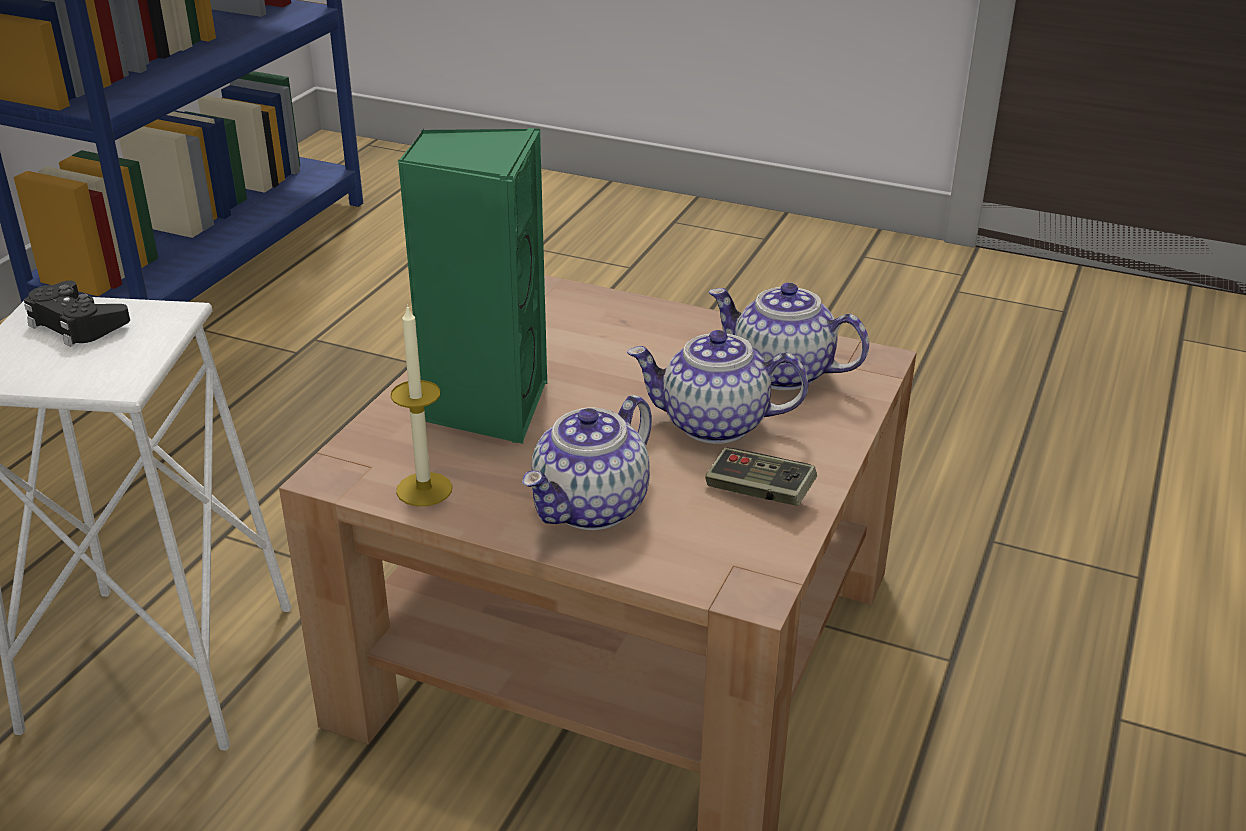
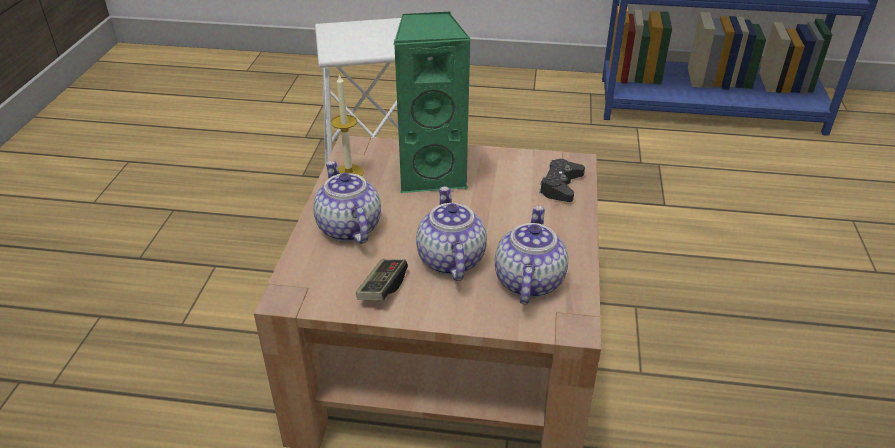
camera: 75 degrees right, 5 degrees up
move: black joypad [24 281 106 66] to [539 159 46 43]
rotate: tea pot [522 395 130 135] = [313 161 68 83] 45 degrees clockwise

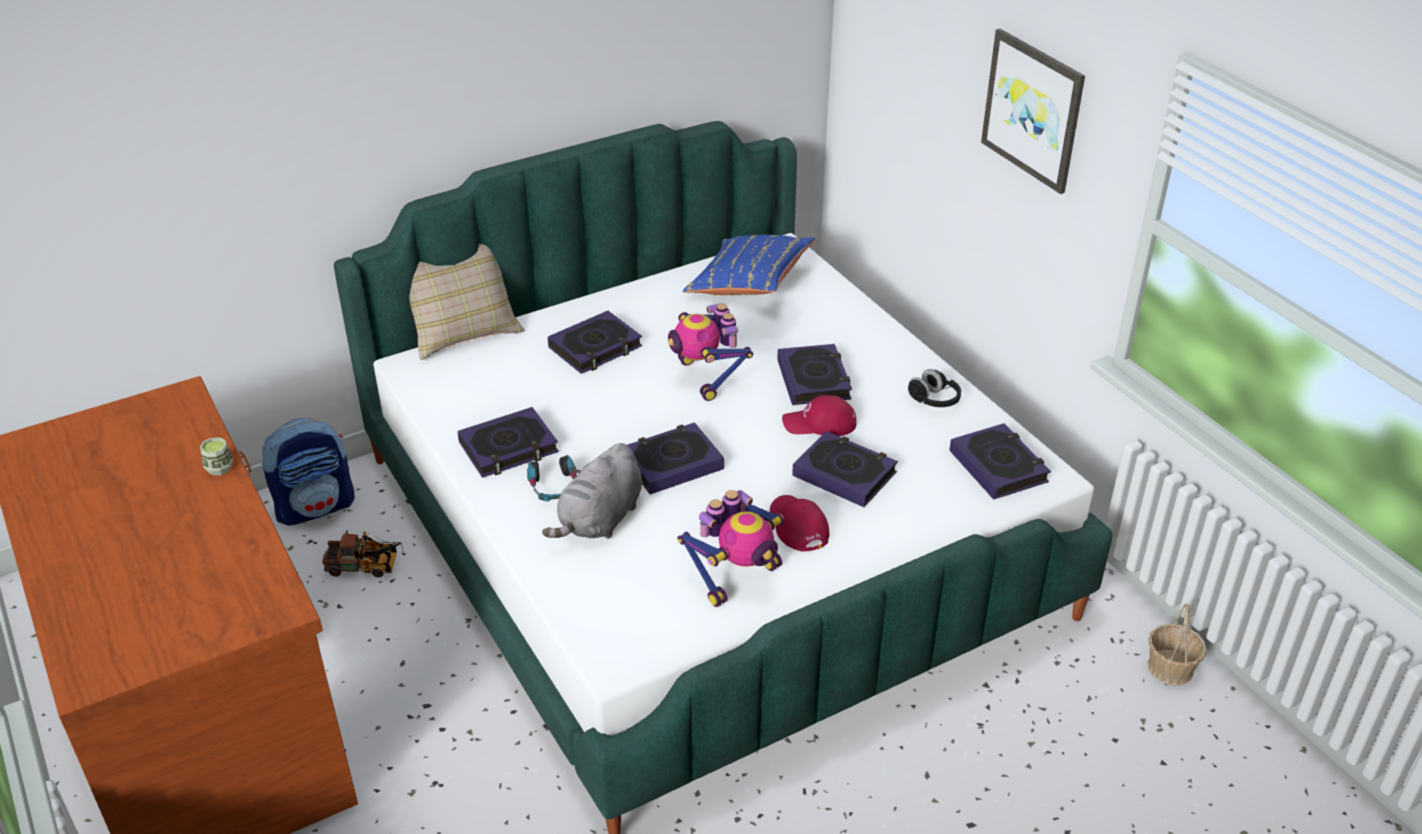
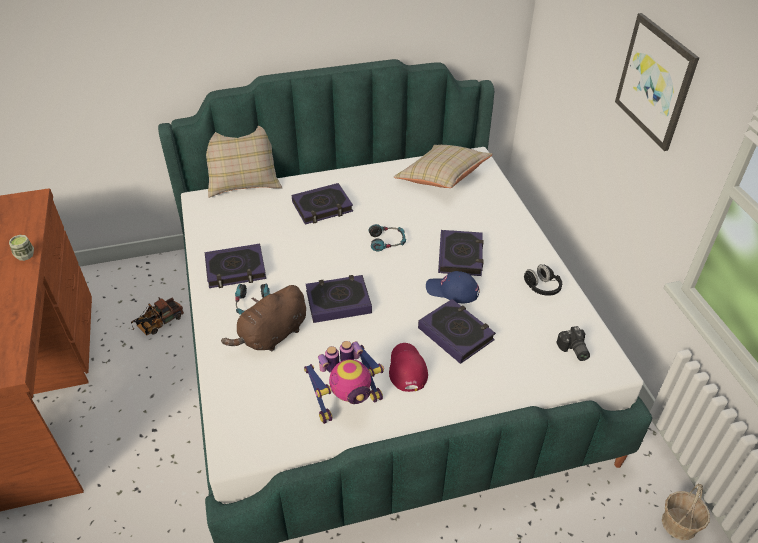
camera: 15 degrees right, 5 degrees up
delete: knapsack [262 418 93 108]
replace: model robot [668 303 85 98] to pair of headphones [369 224 37 27]; bound book [949 423 102 77] to still camera [557 326 33 35]
recolor: bluish throw pillow [683 235 132 60] to sand-coloured throw pillow [394 145 99 43]; red cap [782 395 75 41] to bluish cap [426 271 54 32]; greyish cuddly toy [542 443 100 96] to brown cuddly toy [221 285 85 66]
rotate: toy truck [322 530 84 48] = [131 297 53 39] 120 degrees clockwise

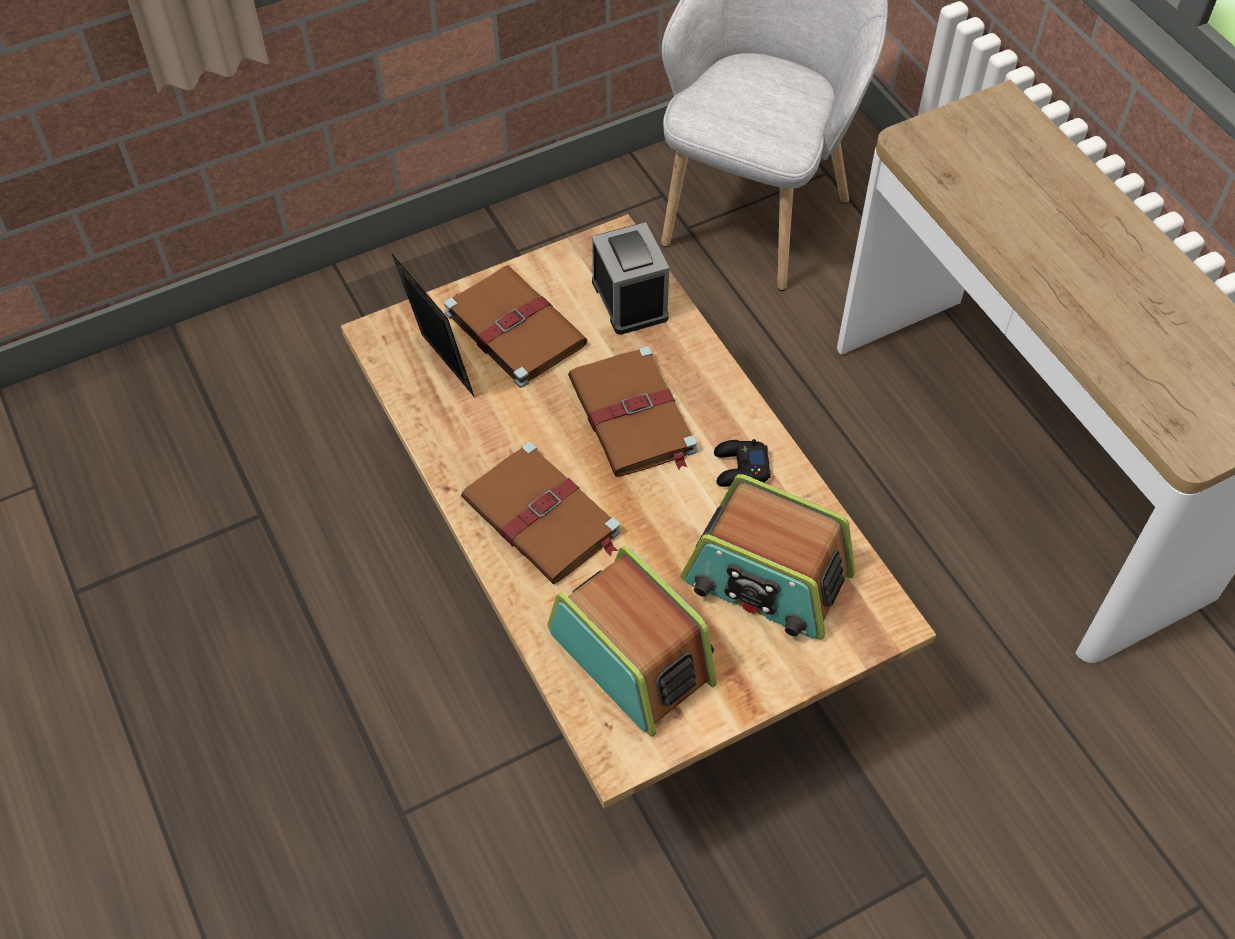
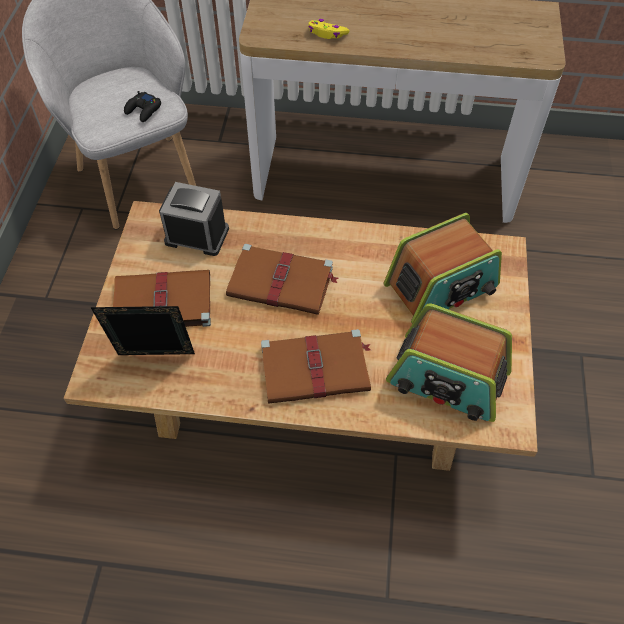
camera: 55 degrees left, 0 degrees up
insert: yellow joypad [308 19 42 20]
move: black joypad [714 439 56 48] to [124 91 37 31]
rotate: radio [547 545 170 192] = [386 303 126 119] 150 degrees counterclockwise

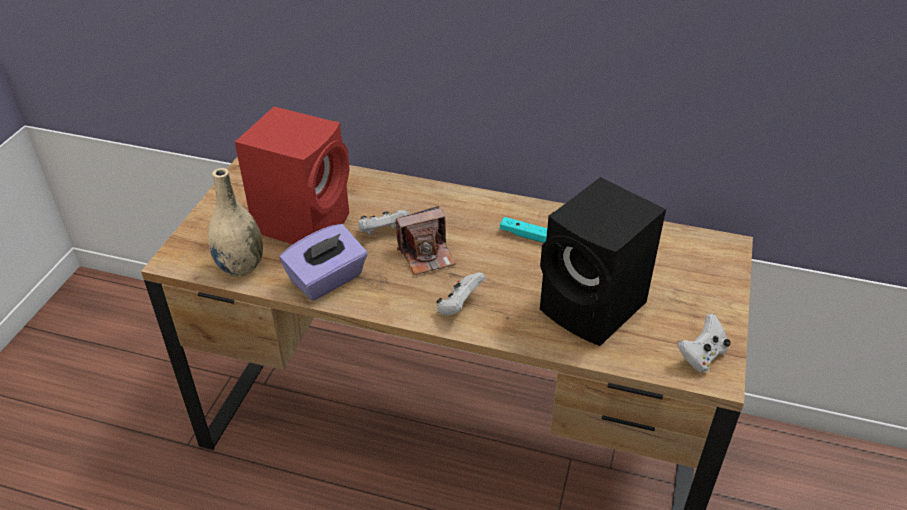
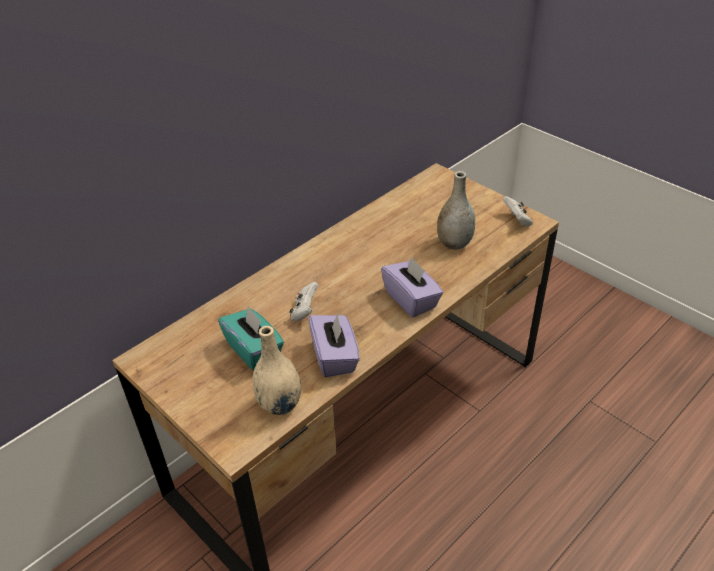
camera: 60 degrees left, 0 degrees up
delete: still camera [396 206 60 69]; turquoise-coloured joypad [500 217 47 26]
replace: red loudspeaker [235 106 115 138] to turquoise-coloured tissue holder [218 306 66 65]; black loudspeaker [540 177 126 169] to greyish flower vase [437 171 38 79]; whitish joypad [436 272 50 44] to purple tissue holder [381 256 62 62]

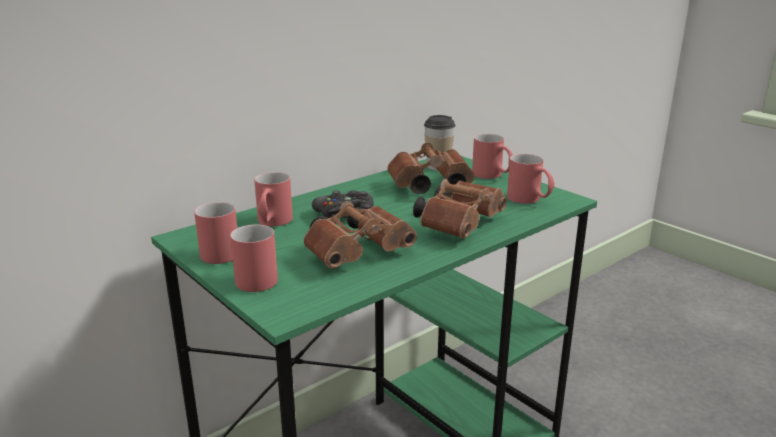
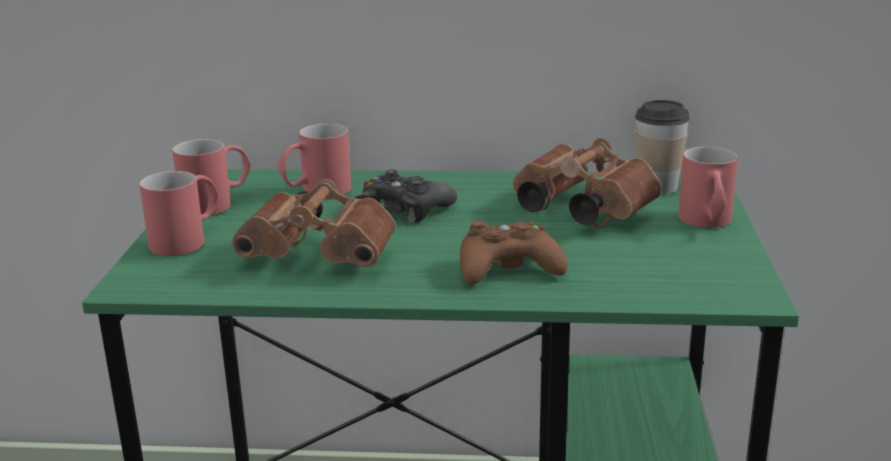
camera: 45 degrees right, 0 degrees up
delete: red mug [507 154 48 50]
replace: brown binoculars [413 179 94 60] to brown joypad [460 221 107 63]

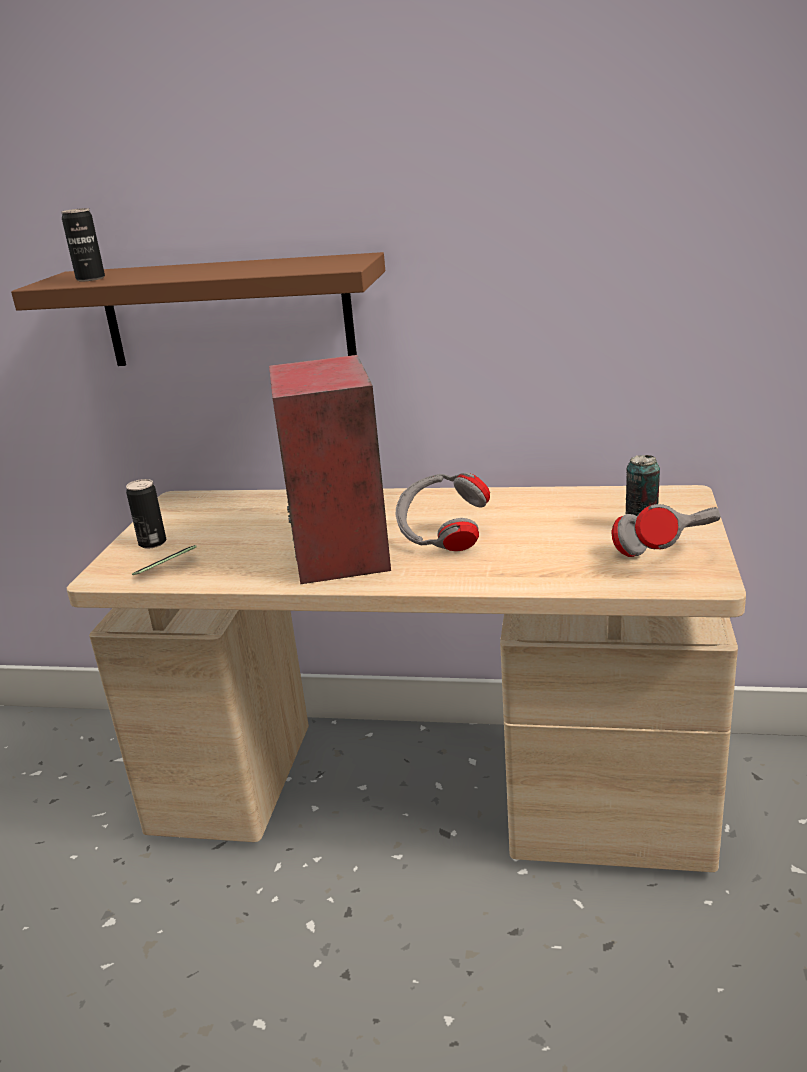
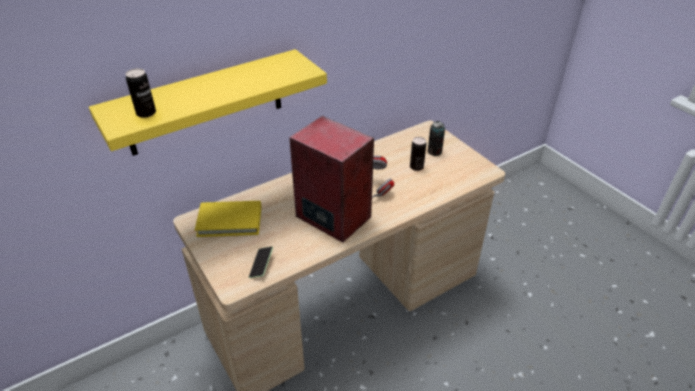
camera: 45 degrees left, 15 degrees up
delete: greyish pair of headphones [611 504 110 53]
insert: yellow bound book [195 201 66 36]
move: metal can [126 479 40 69] to [410 137 16 34]
recolor: brown bracket shelf [11 252 374 114] to yellow bracket shelf [89 49 238 107]

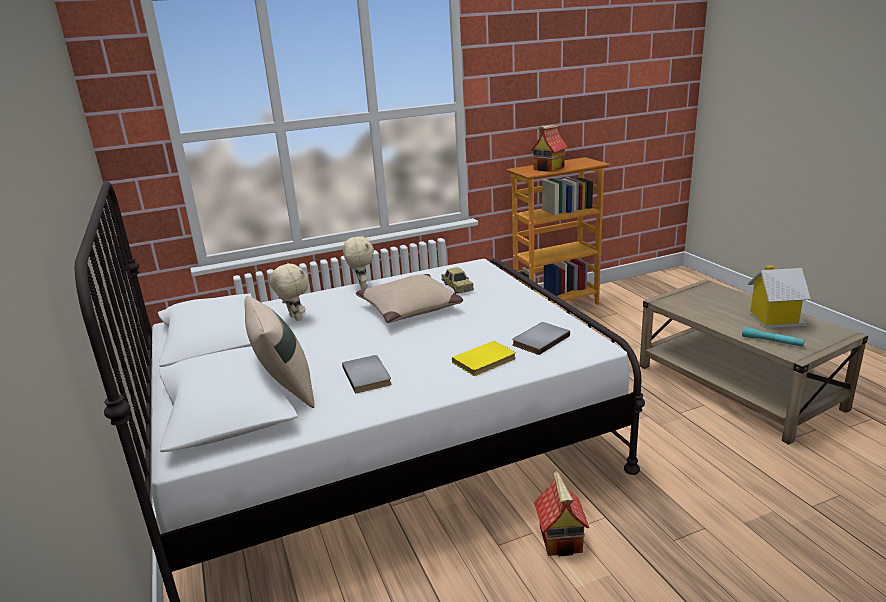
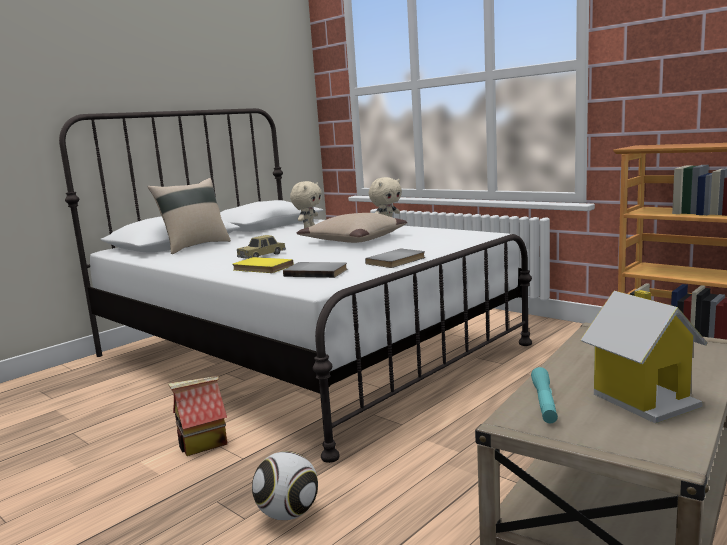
camera: 65 degrees right, 10 degrees down
delete: miniature house [530 125 38 47]
insert: football [252 451 66 69]
move: toy car [441 267 33 27] to [237 235 49 24]; greyish bound book [342 355 49 39] to [365 249 60 19]

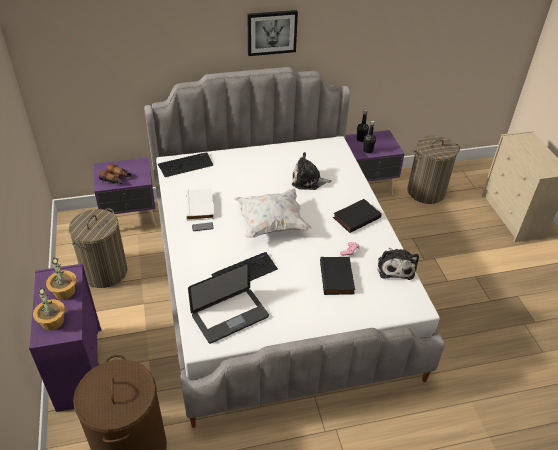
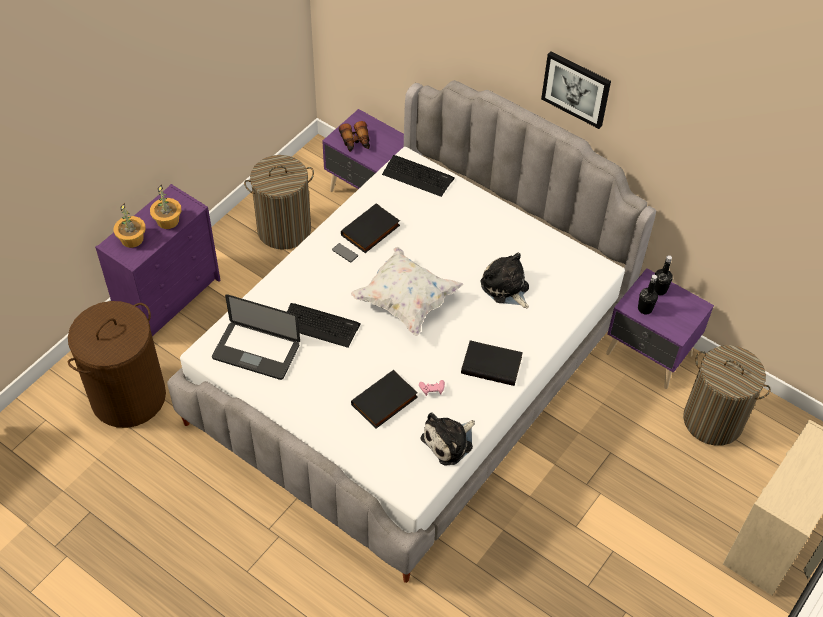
camera: 50 degrees right, 10 degrees up
recolor: whitish bound book [186 188 28 33] to black bound book [341 203 59 50]

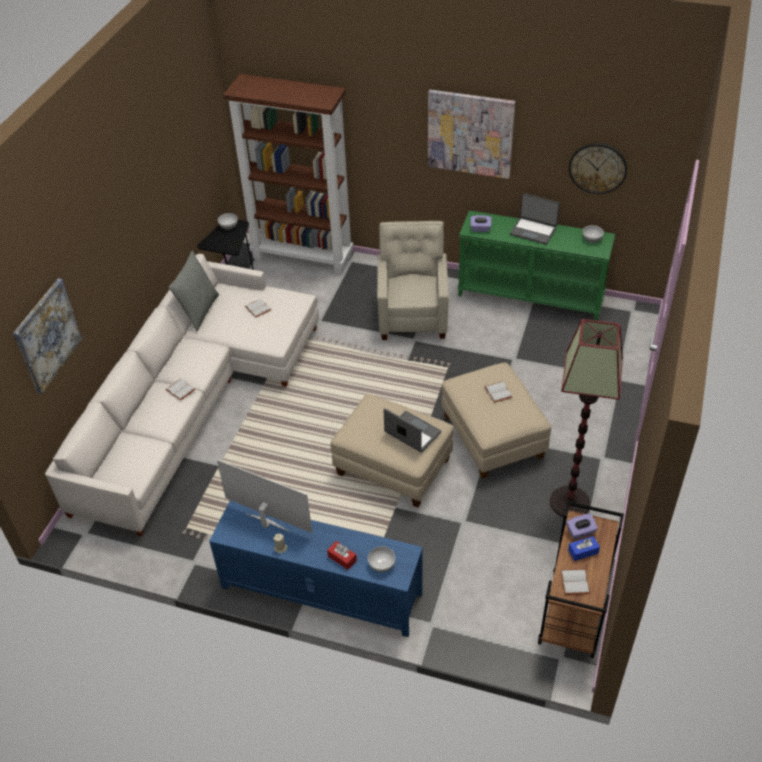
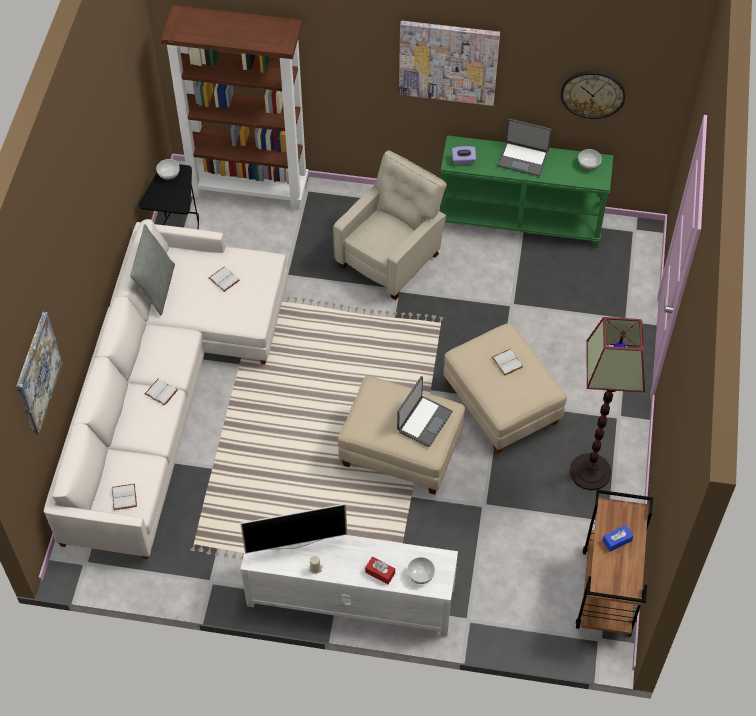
camera: 10 degrees left, 10 degrees up
delete: purple tissue holder [566 514 32 26]
move: whitish bound book [560 569 30 26] to [112 484 25 26]
recolor: bluish tv unit [209 500 214 137] to whitish tv unit [240 535 218 101]
rotate: sand-coloured armchair [377 221 72 119] = [333 150 114 150] 45 degrees clockwise; notebook computer [384 408 57 45] = [397 376 56 71] 90 degrees clockwise; television [217 459 95 74] = [240 504 107 50] 150 degrees clockwise

